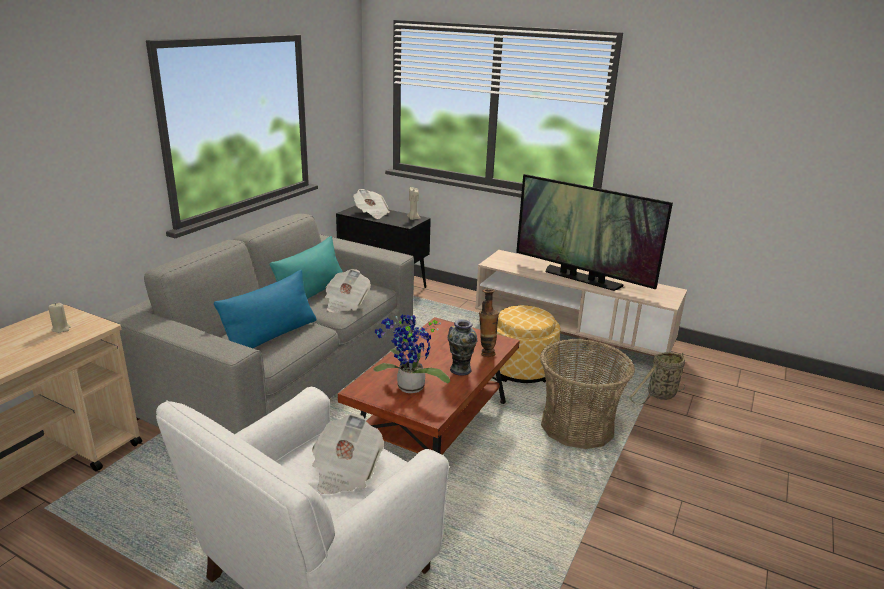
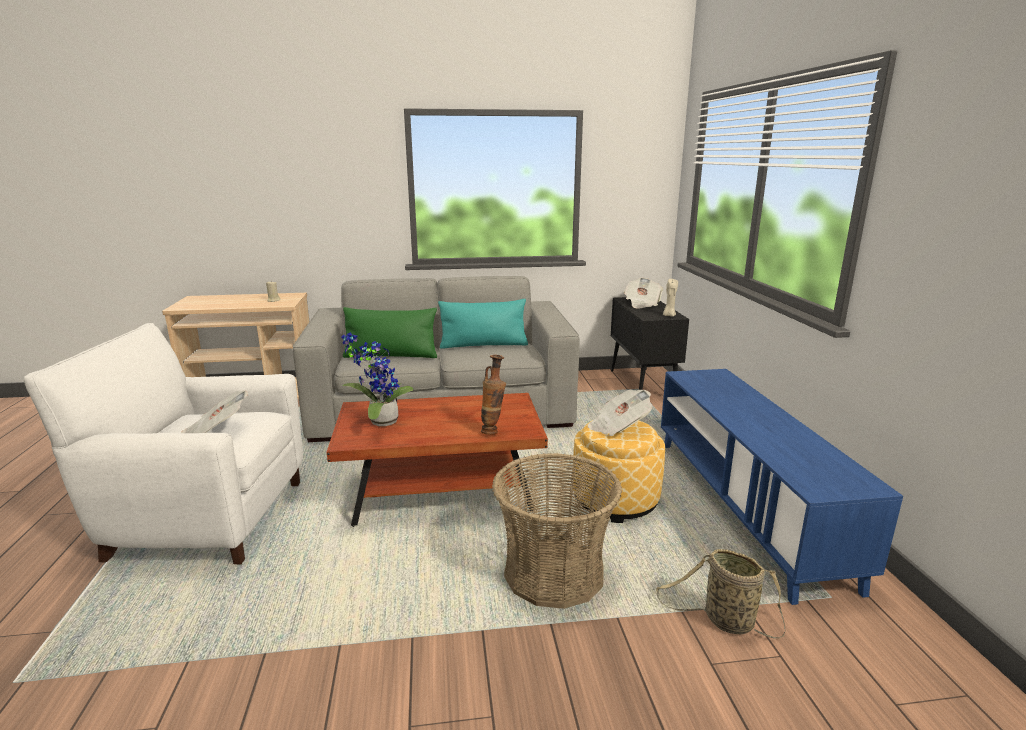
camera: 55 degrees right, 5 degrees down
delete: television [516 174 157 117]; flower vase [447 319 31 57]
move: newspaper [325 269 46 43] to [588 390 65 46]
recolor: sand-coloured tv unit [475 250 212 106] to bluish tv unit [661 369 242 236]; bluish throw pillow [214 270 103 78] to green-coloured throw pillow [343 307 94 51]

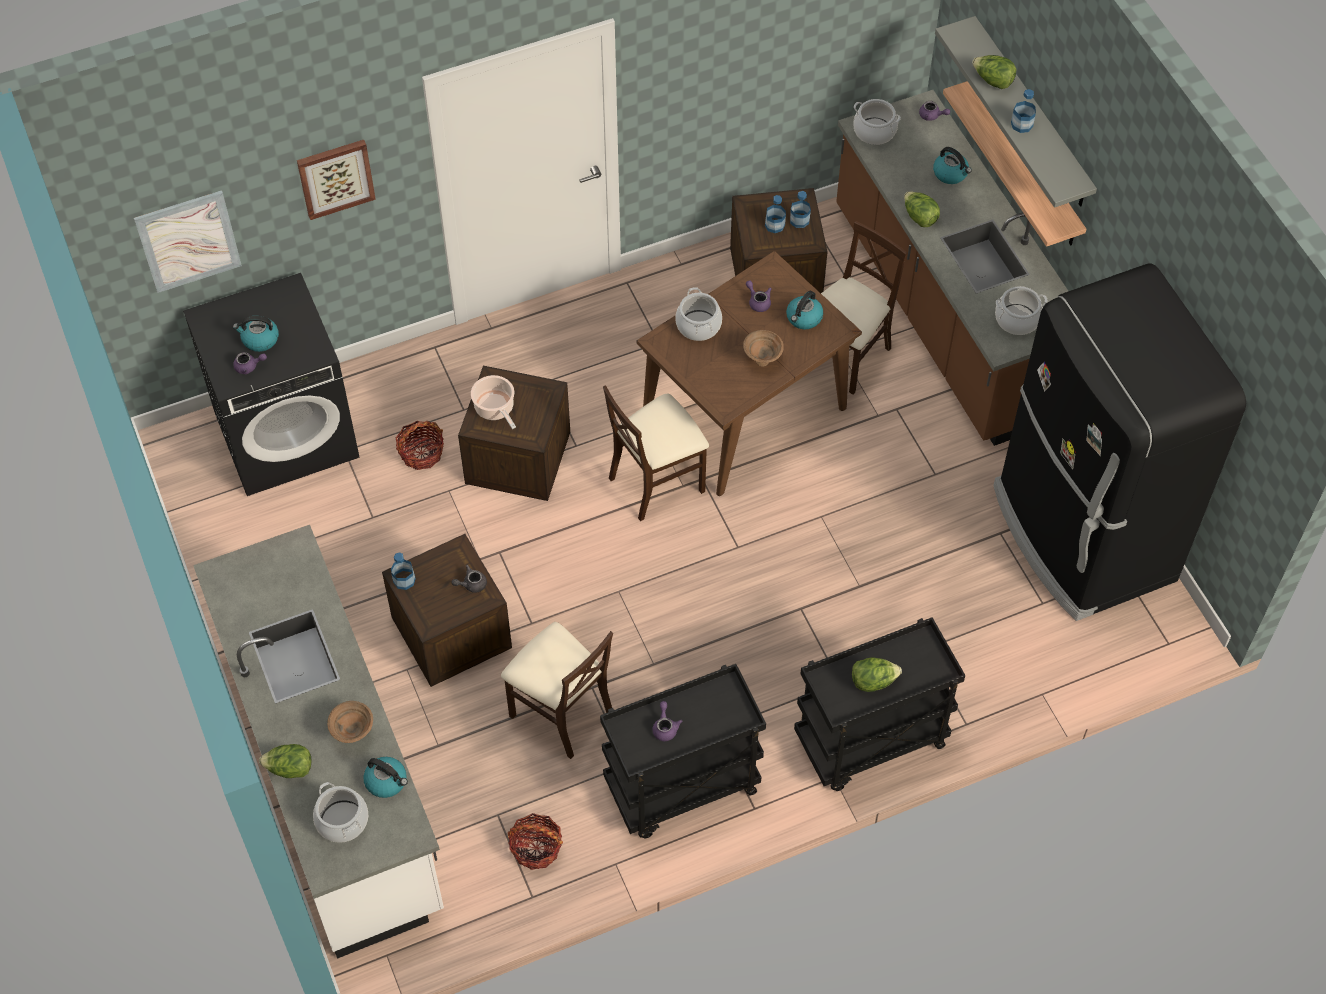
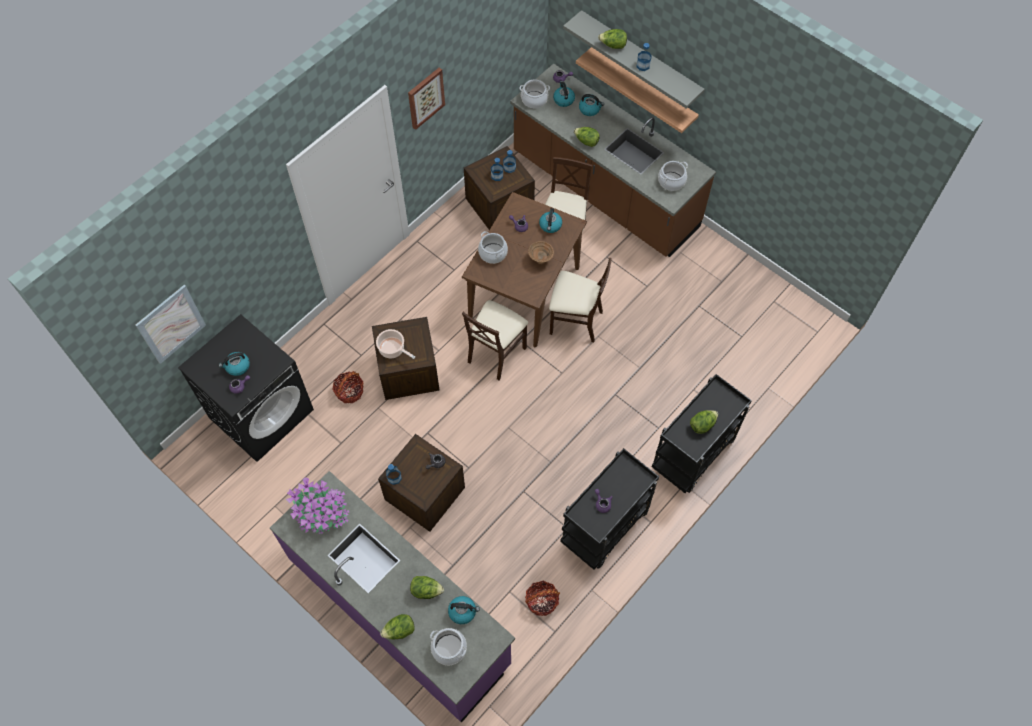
camera: 25 degrees left, 5 degrees up
delete: black refrigerator [993 263 253 358]
insert: water kettle [553 81 22 26]; plant in a pot [286 477 63 57]
move: picture [297 140 79 80] to [408 68 37 62]; sand-coloured plain chair [501 622 112 137] to [549 258 63 84]
replace: brown serving bowl [327 701 46 42] to lettuce [410 576 34 23]
recolor: whitish counter [193 525 251 434] to purple counter [270 471 245 252]

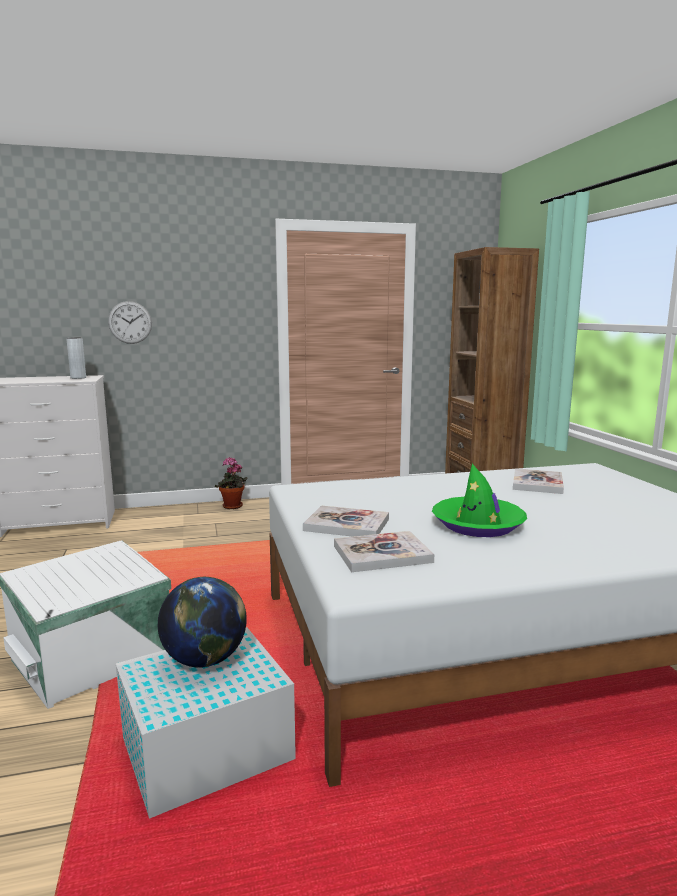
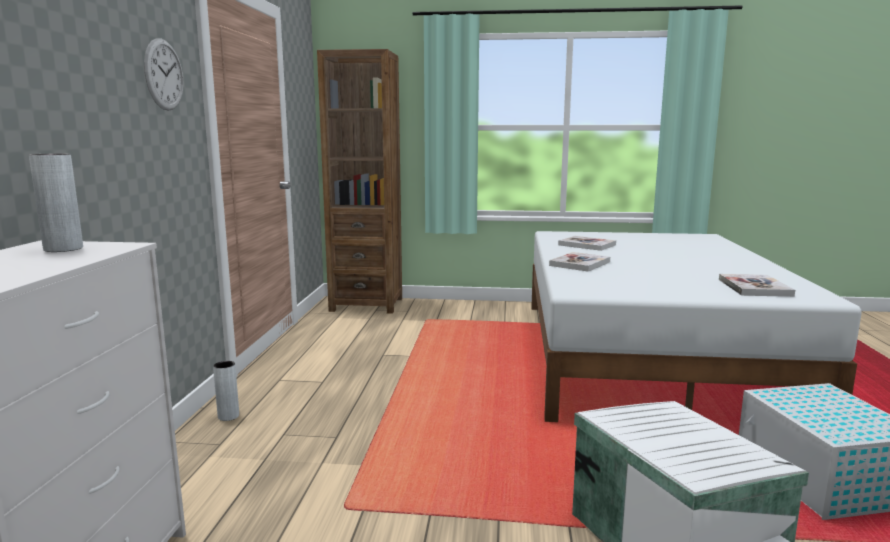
camera: 70 degrees left, 0 degrees up
delete: green-coloured wearable hat [432 464 95 73]; desk globe [158 577 89 91]
move: wall clock [108 301 44 43] to [144 39 40 72]; bound book [303 505 86 32] to [549 252 61 20]
replace: plant in a pot [215 457 32 52] to greyish flower vase [213 361 26 60]

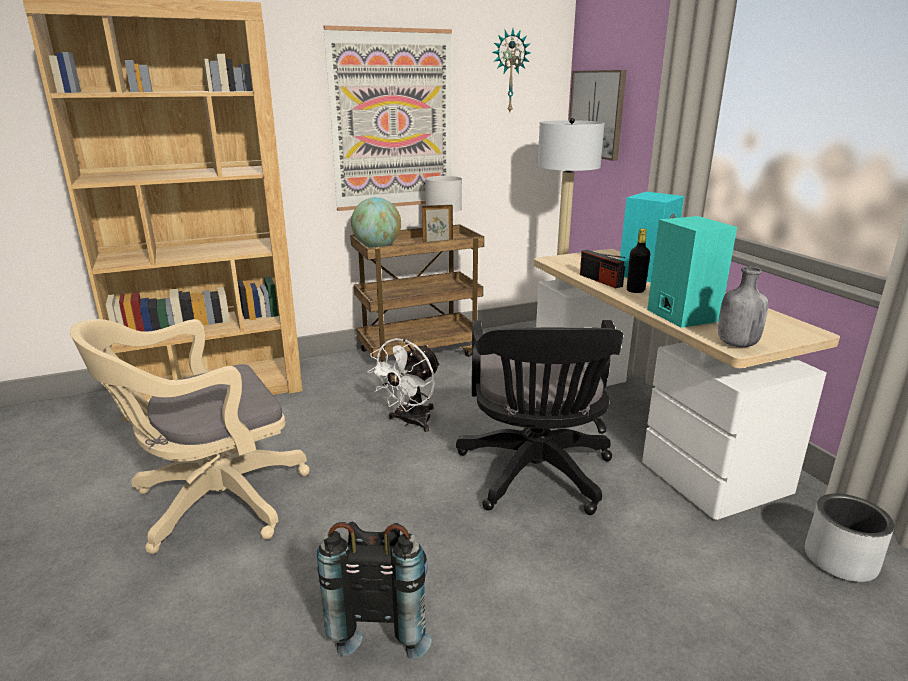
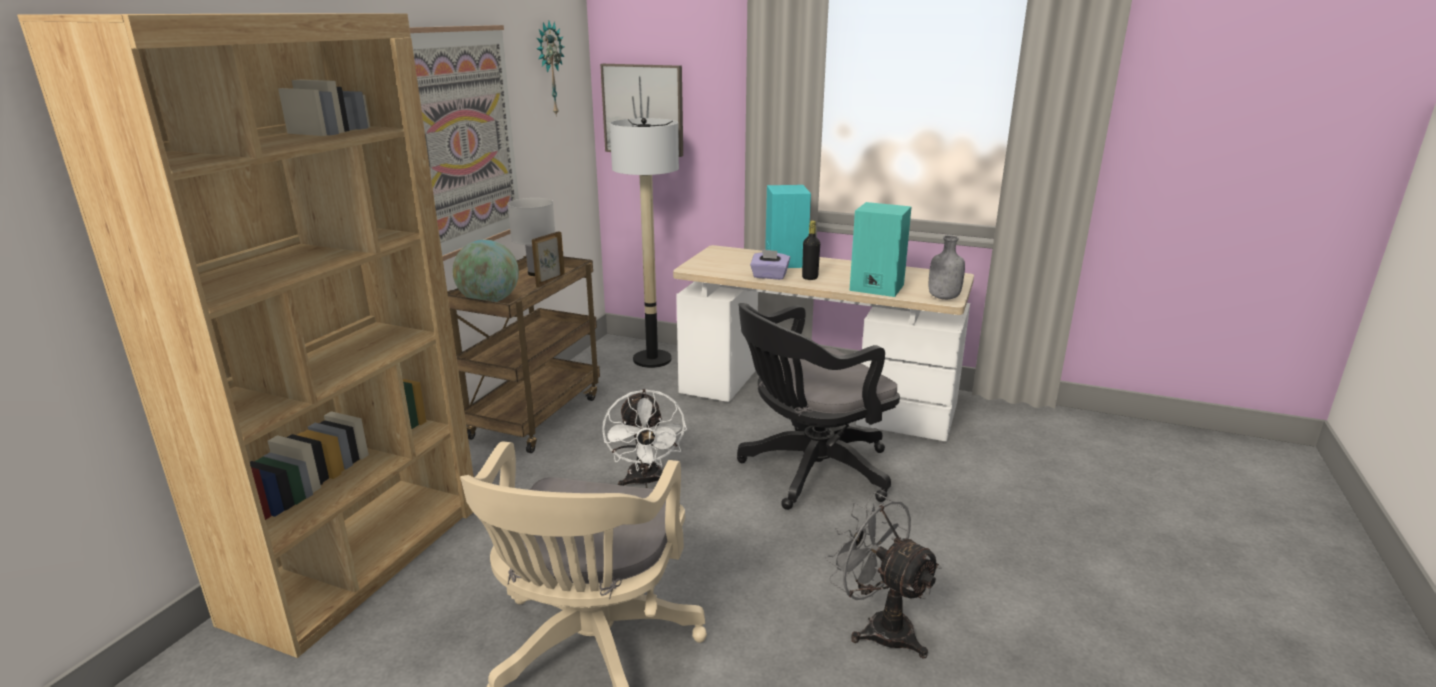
camera: 45 degrees left, 0 degrees up
delete: greyish flower pot [805 494 89 88]
replace: radio [580 250 45 38] to purple tissue holder [750 249 40 31]; black knapsack [317 522 115 137] to greyish cooling fan [826 492 116 166]
rotate: black office chair [456 320 167 195] = [737 303 163 207] 105 degrees clockwise

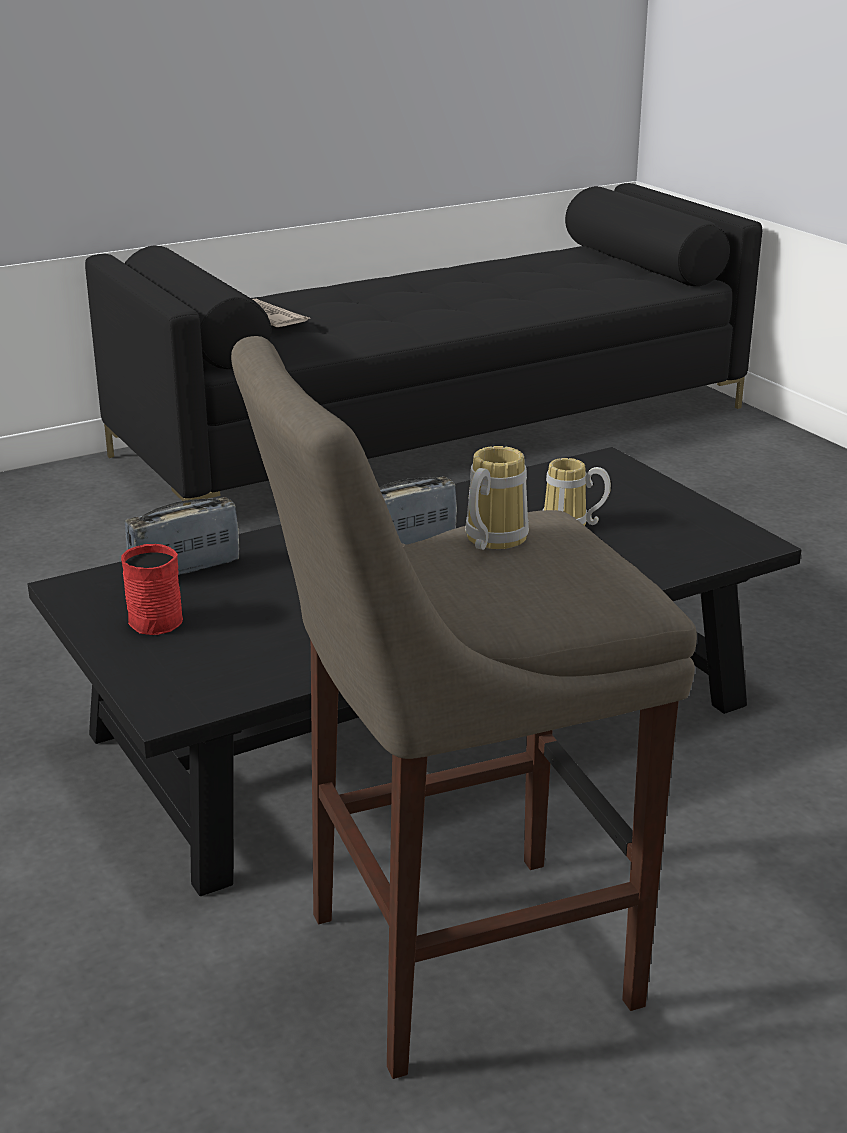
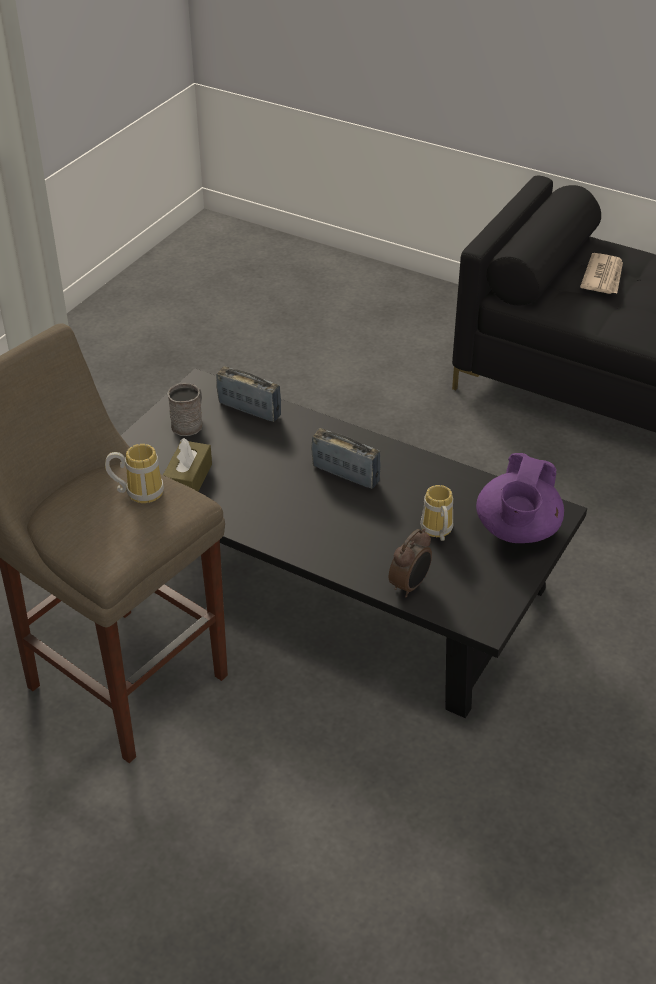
camera: 60 degrees right, 15 degrees up
insert: brown tissue holder [163 438 49 54]; purple tea pot [476 453 88 90]; bedside clock [389 529 43 68]
recolor: red mug [121 544 62 91] to greyish mug [167 383 36 53]

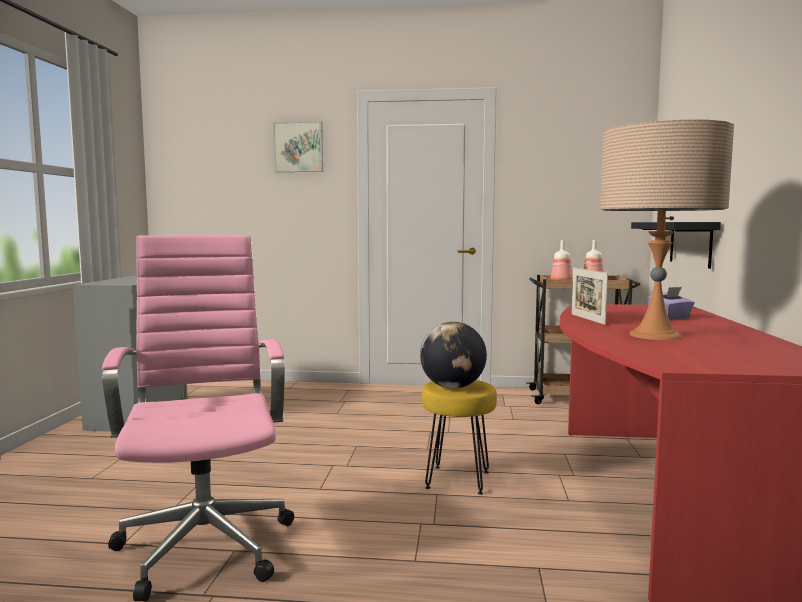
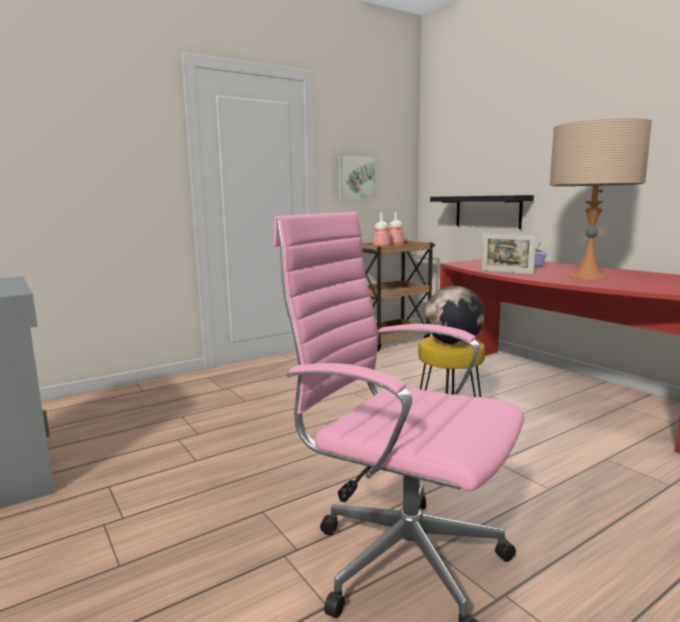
camera: 40 degrees left, 5 degrees up
move: picture [273 121 50 51] to [337 154 39 46]

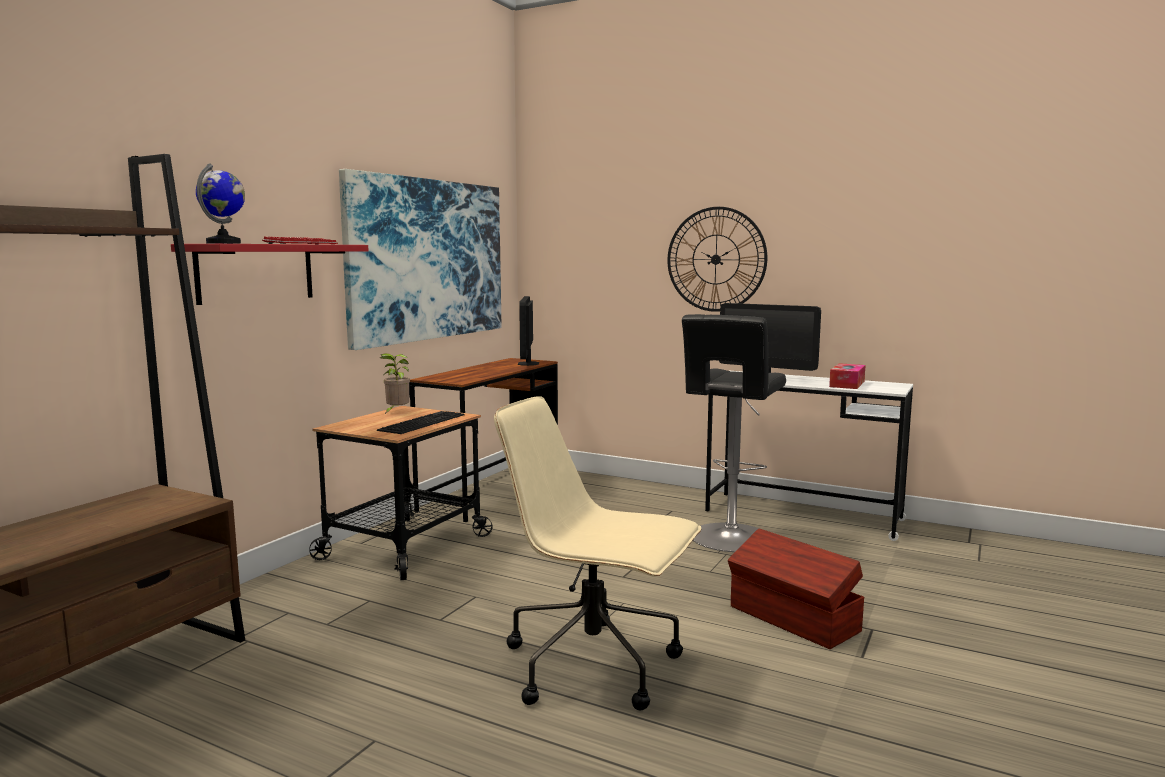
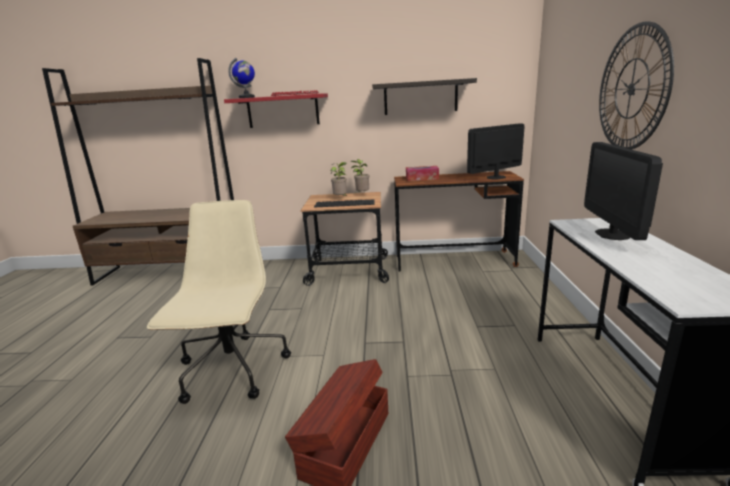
camera: 65 degrees right, 10 degrees up
delete: black stool seat [682 314 104 238]
insert: plant in a pot [331 162 17 35]
move: tissue holder [829 363 36 26] to [406 166 33 15]
replace: picture [339 169 162 181] to bracket shelf [372 78 105 37]

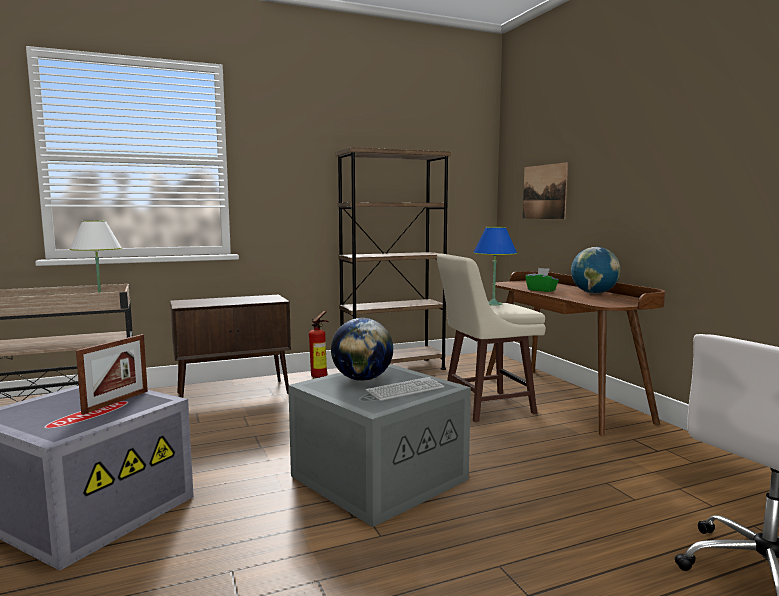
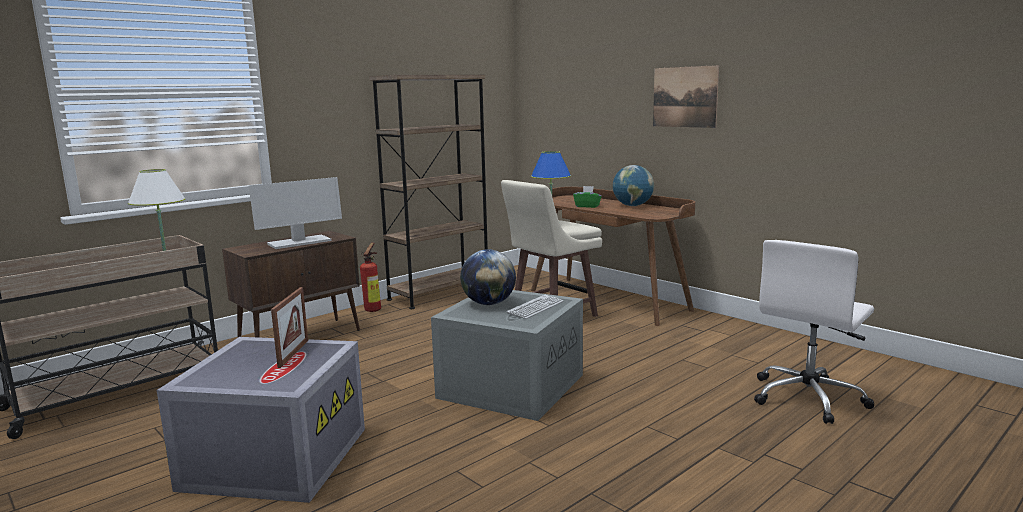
camera: 20 degrees left, 5 degrees up
insert: computer display [249 177 93 72]
move: picture [523 162 45 57] to [653 65 66 63]

